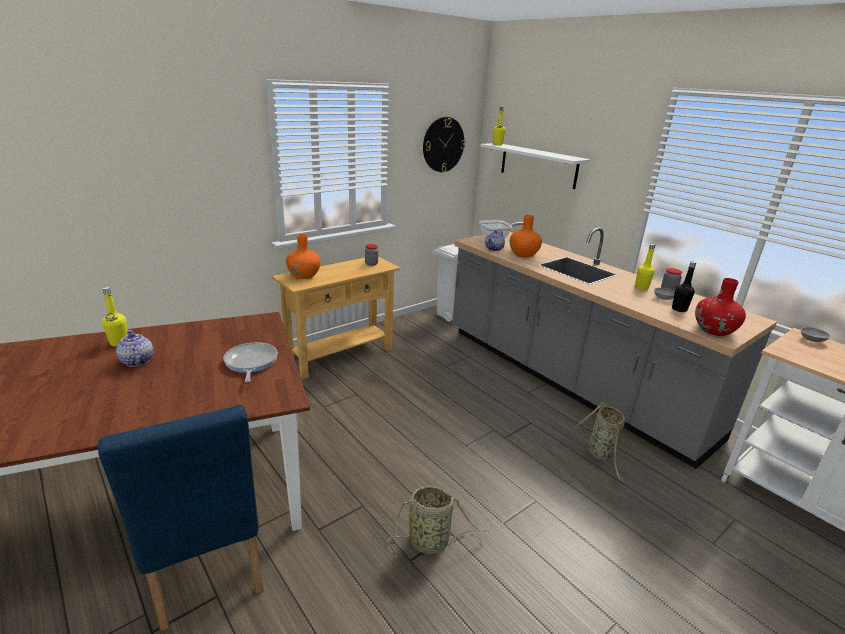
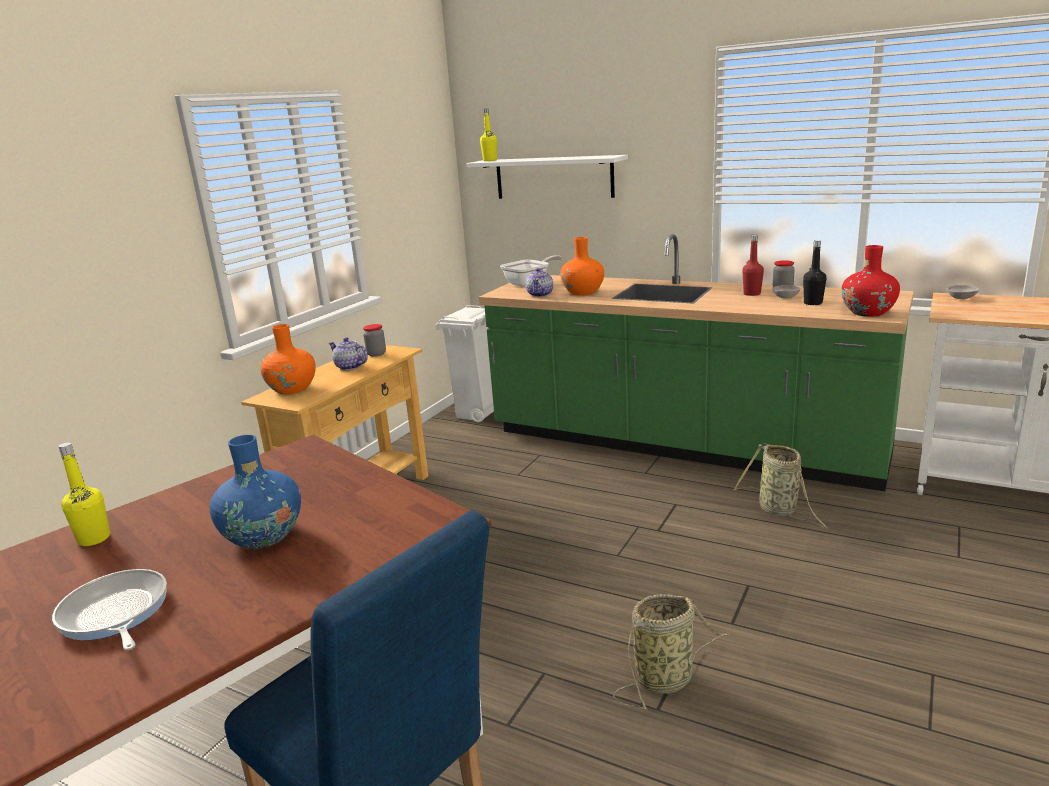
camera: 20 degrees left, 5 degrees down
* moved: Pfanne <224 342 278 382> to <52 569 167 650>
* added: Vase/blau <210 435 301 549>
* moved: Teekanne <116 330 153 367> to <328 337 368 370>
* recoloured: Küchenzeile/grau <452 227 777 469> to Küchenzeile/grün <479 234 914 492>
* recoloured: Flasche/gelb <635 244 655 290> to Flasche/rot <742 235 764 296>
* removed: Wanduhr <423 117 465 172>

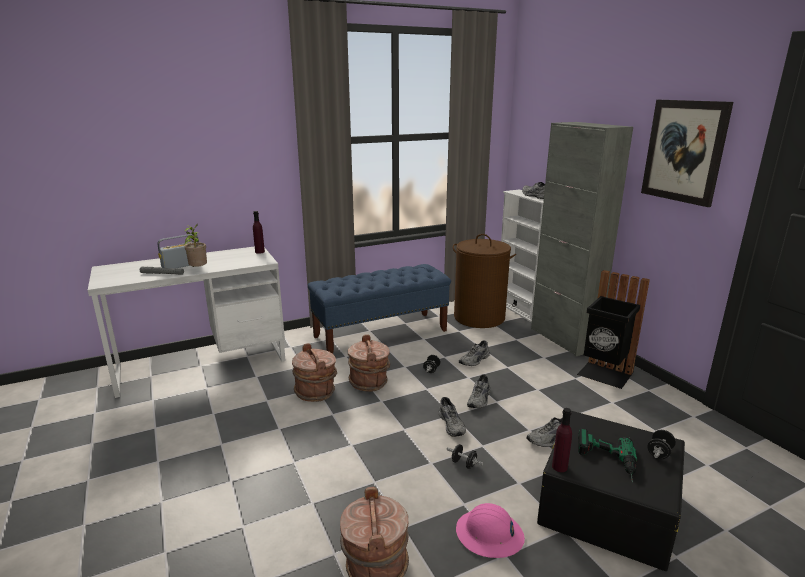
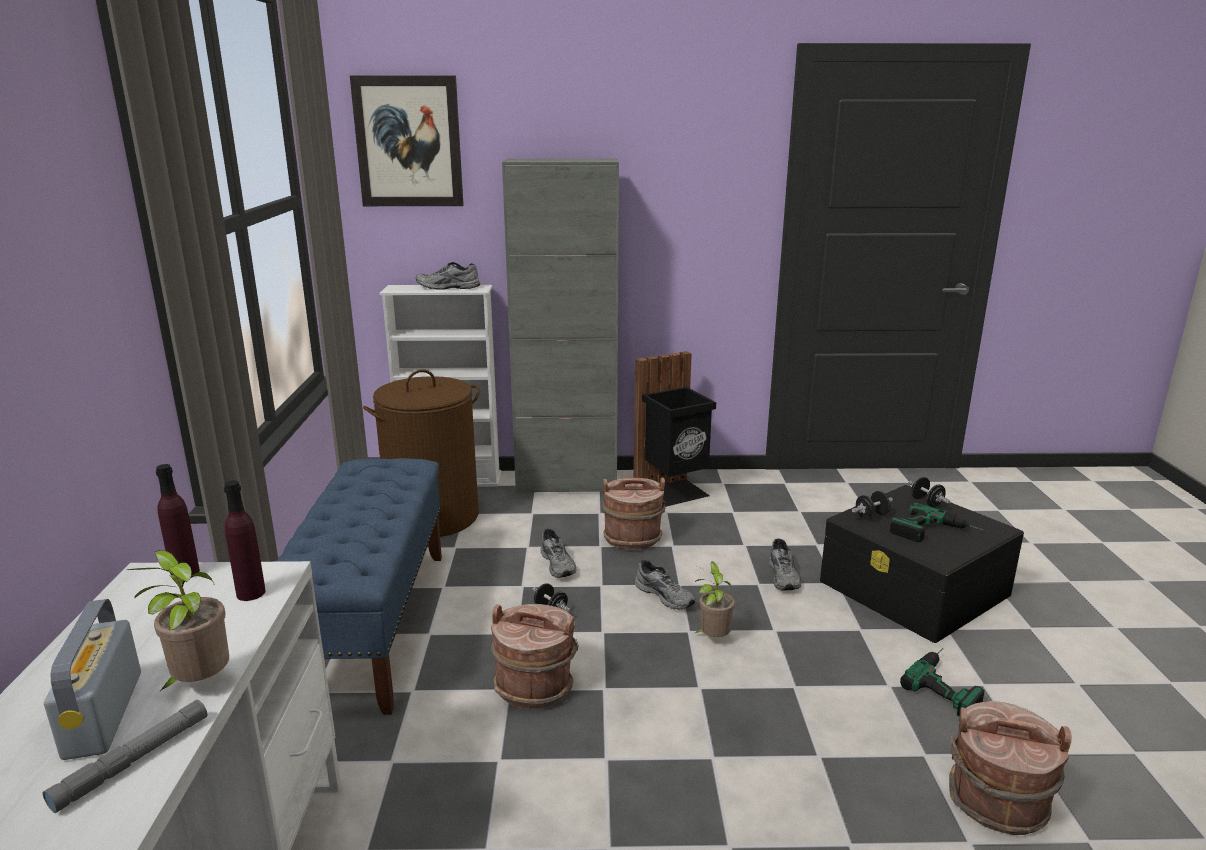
camera: 65 degrees left, 0 degrees up
* moved: Flasche/lila <552 408 572 472> to <224 480 266 601>
* moved: Bild <641 100 733 207> to <350 76 464 206>
* moved: Eimer/braun <292 343 337 402> to <602 478 666 550>
* replaced: Schuh/grau <439 397 466 437> to Topfpflanze <695 562 735 637>
* moved: Hantel/schwarz <447 444 483 469> to <852 491 893 520>
* replaced: Schutzhelm/rosa <456 503 525 558> to Bohrmaschine <900 648 984 717>

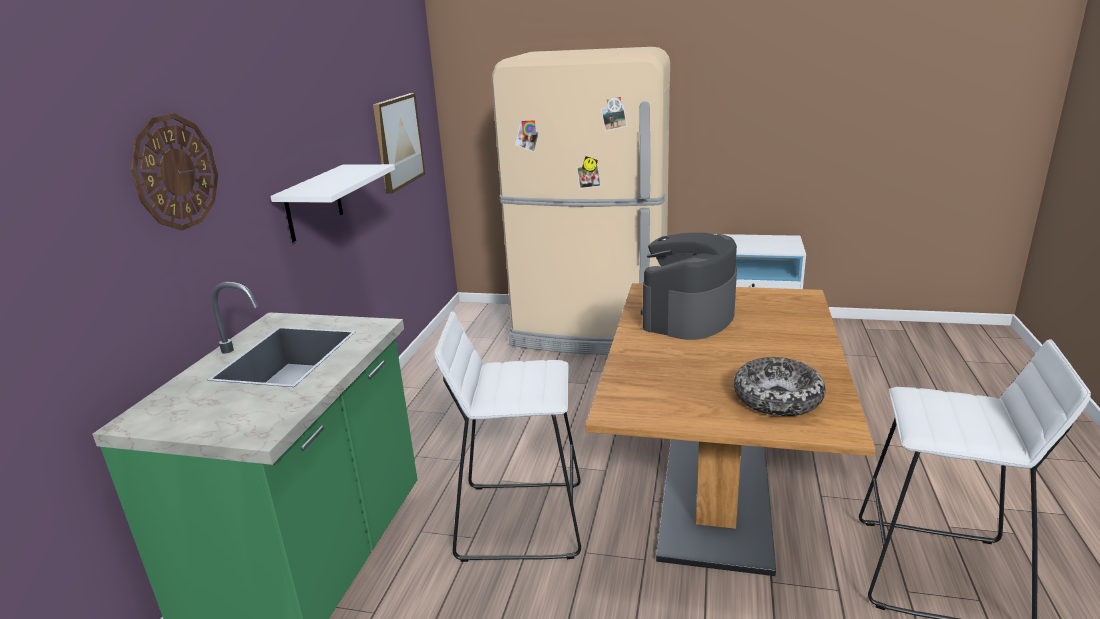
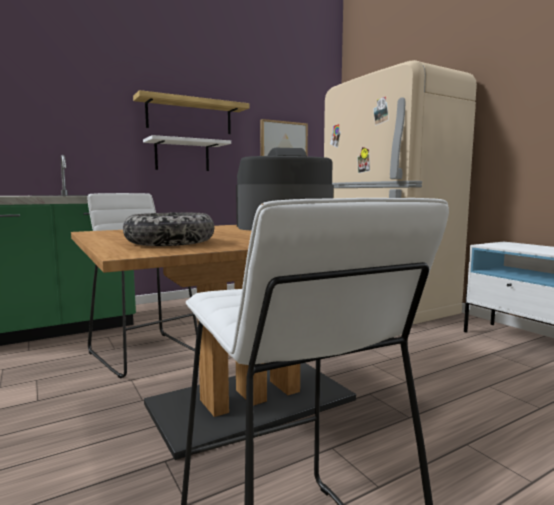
camera: 45 degrees right, 15 degrees down
* added: Wandregal <133 90 250 134>
* removed: Wanduhr <131 113 218 230>

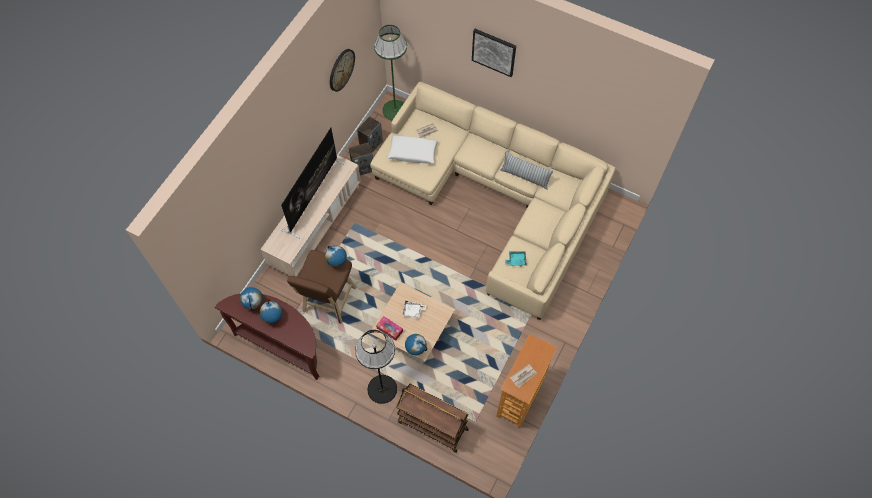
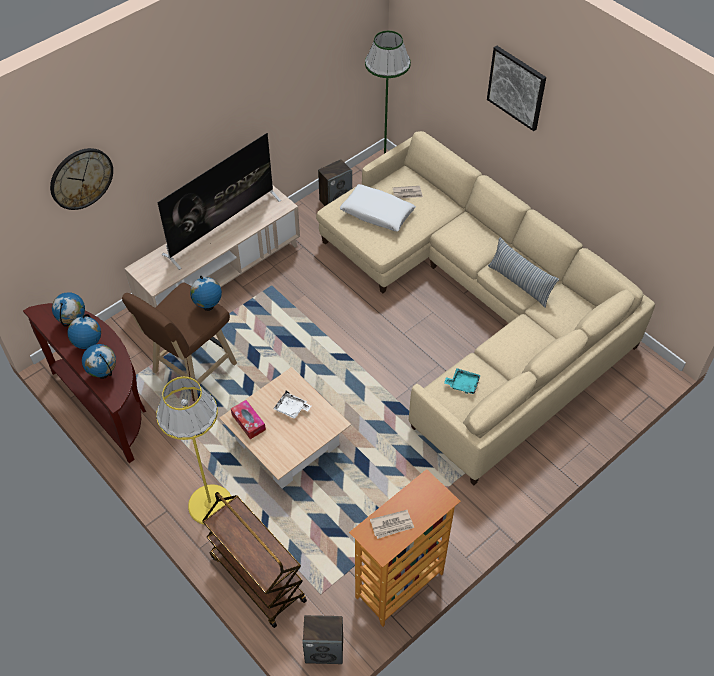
camera: 20 degrees right, 10 degrees down
* moved: Wanduhr <330 49 355 92> to <50 148 113 210>
* moved: Globus <405 334 427 356> to <82 344 116 379>
* recoloured: Stehlampe/schwarz <355 330 397 404> to Stehlampe/gelb <156 377 232 525>
* moved: Lautsprecher <349 143 373 175> to <302 615 343 664>

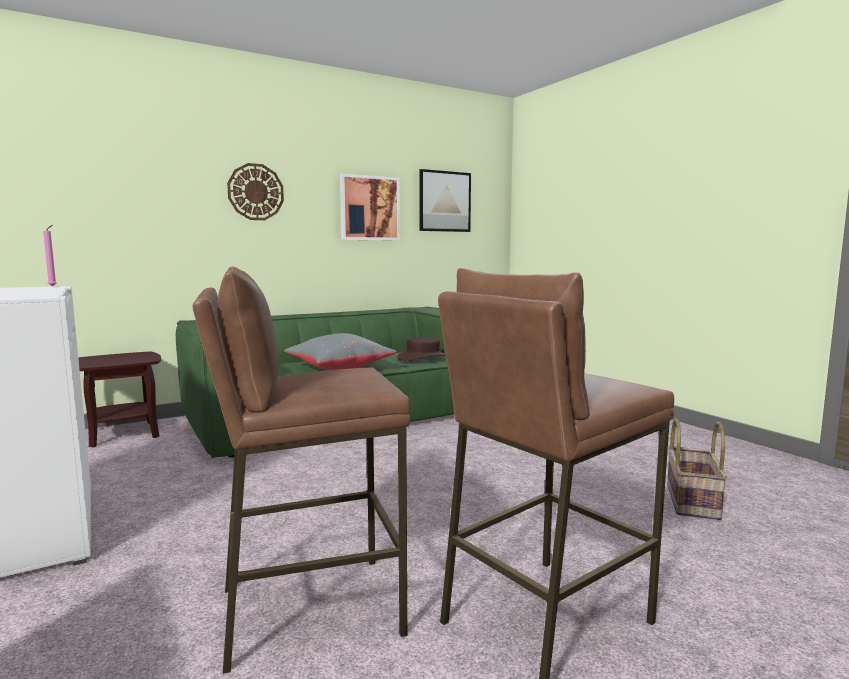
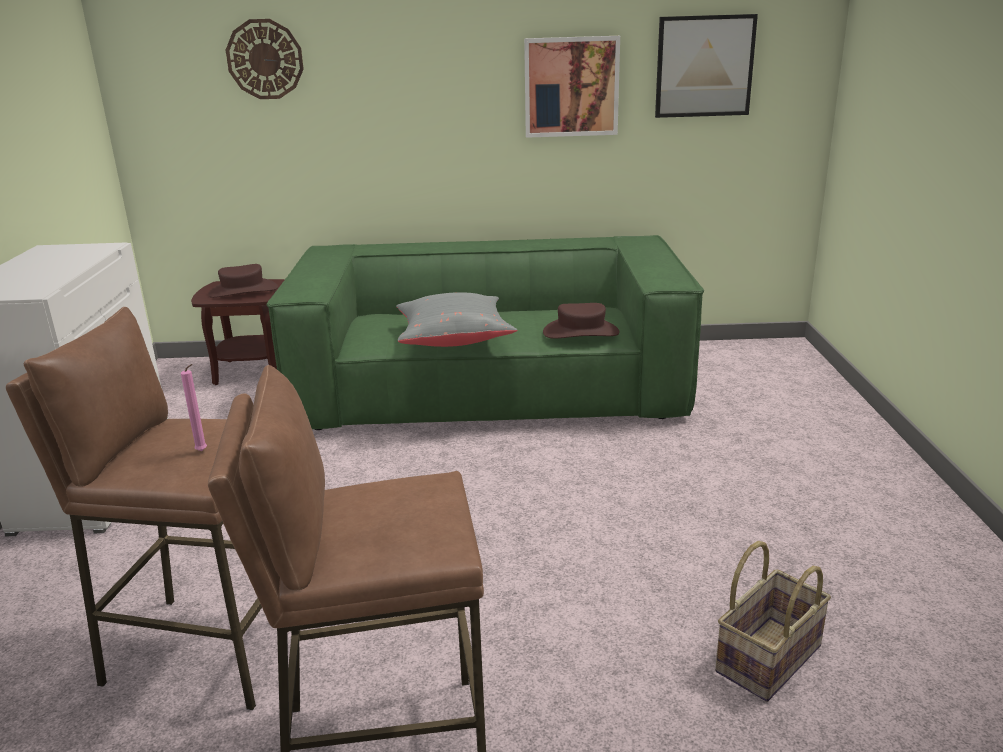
camera: 30 degrees right, 15 degrees up
* moved: Kerze/rosa <43 225 56 287> to <181 364 207 451>
* added: Hut/braun <208 264 278 298>
* moved: Wanduhr <227 163 284 220> to <226 19 304 99>

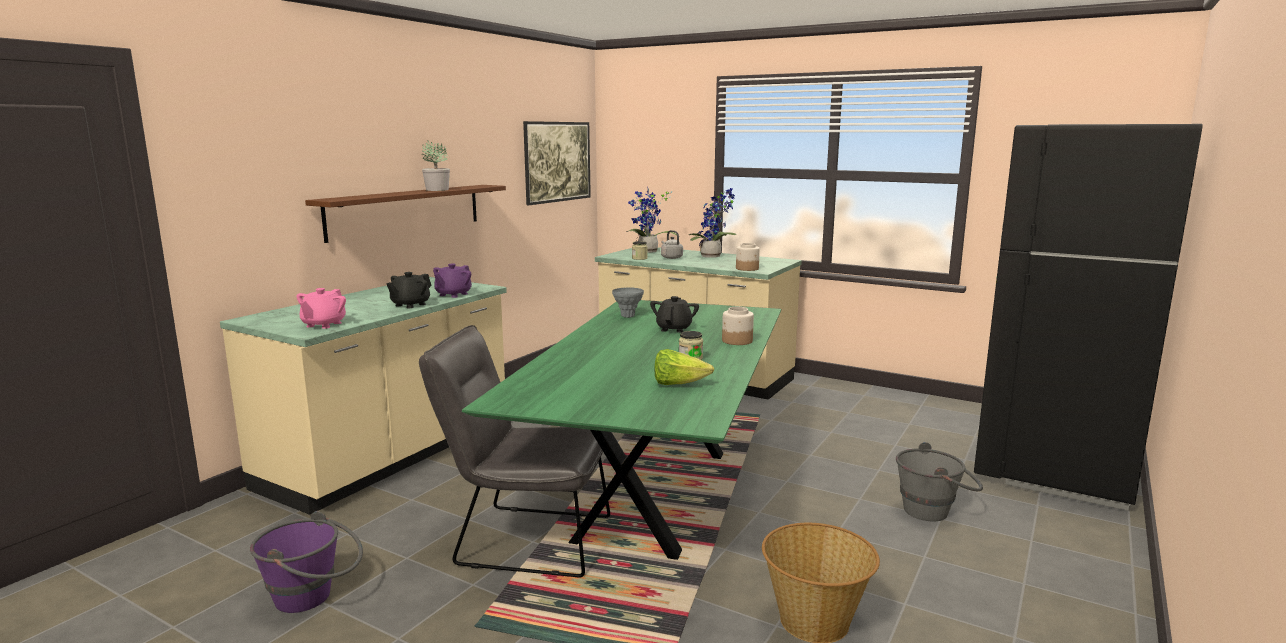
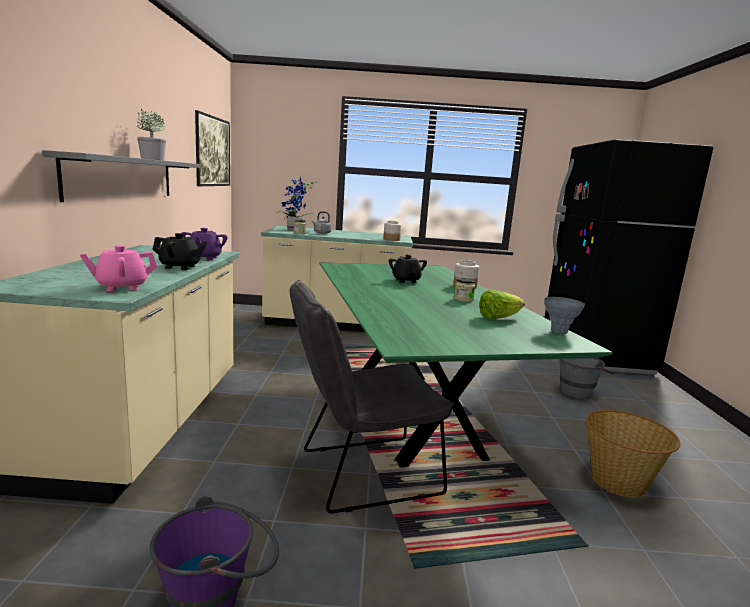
camera: 30 degrees left, 0 degrees up
* recoloured: Wandregal/braun <305 185 506 243> to Wandregal/grau <42 150 199 202>
* turned: Teekanne/rosa <296 288 346 329> = <80 245 157 291> 75 degrees clockwise
* turned: Teekanne/schwarz <386 272 431 308> = <152 233 208 270> 90 degrees counterclockwise
* moved: Vase/grau <612 287 644 318> to <544 297 585 334>
* removed: Topfpflanze <689 188 737 258>

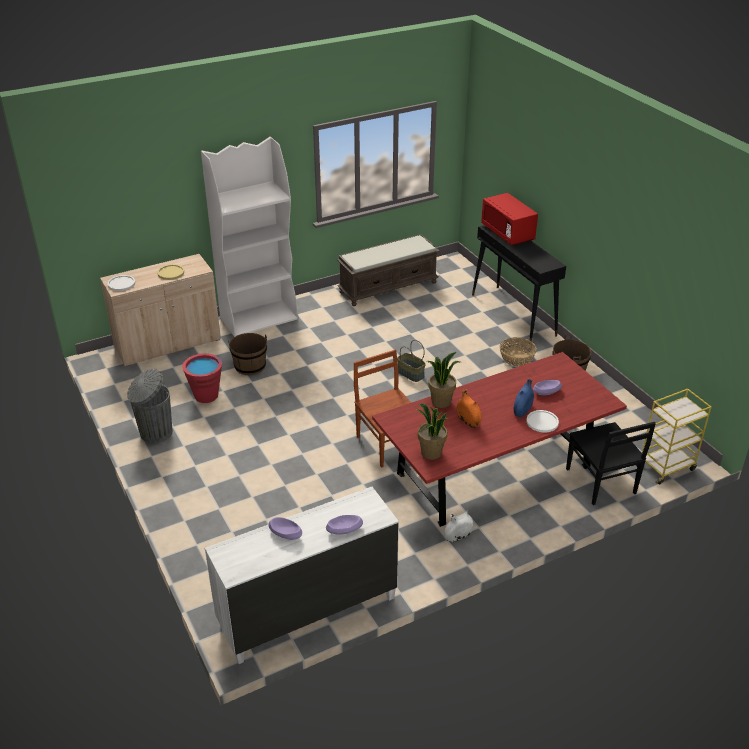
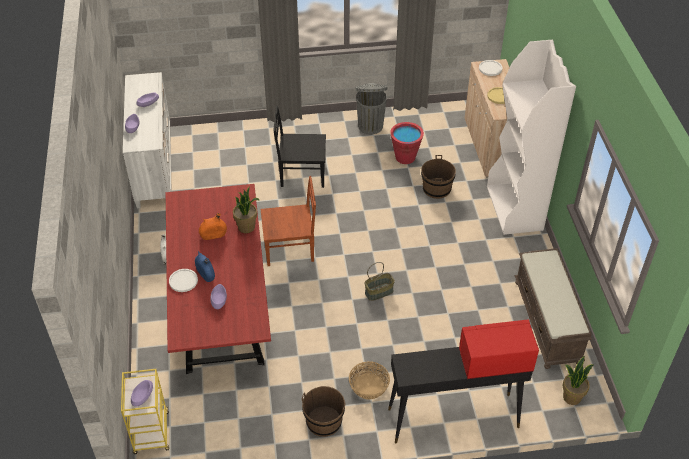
camera: 110 degrees right, 10 degrees up
* added: Schüssel/lila <131 380 153 407>
* moved: Stuhl/schwarz <566 422 656 505> to <273 106 326 188>
* moved: Topfpflanze <415 403 447 460> to <563 356 594 405>

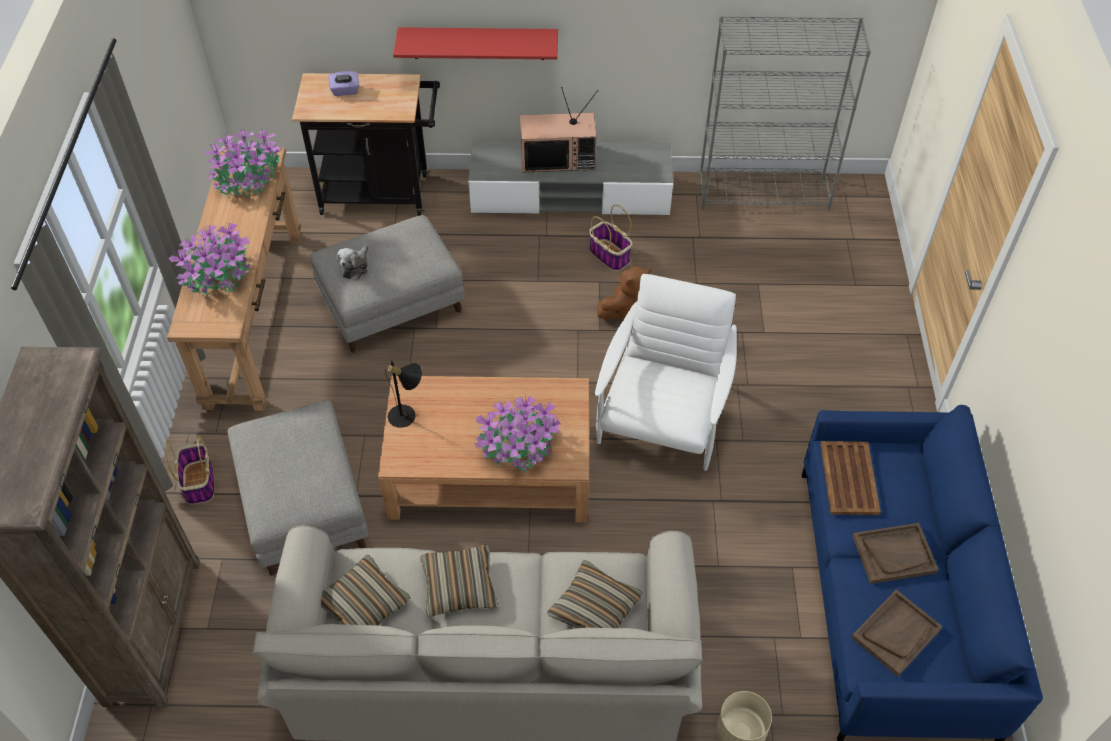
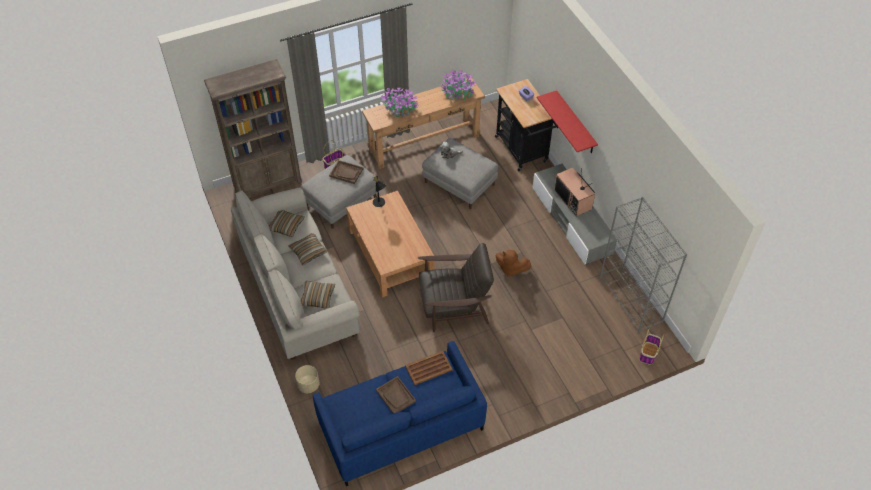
camera: 65 degrees right, 0 degrees up
* moved: Tablett/braun <851 590 943 676> to <329 160 363 184>
* recoloured: Sessel/weiß <595 274 737 471> to Sessel/braun <418 243 494 332>
* moved: Korb <589 205 633 271> to <639 329 664 365>
* removed: Topfpflanze <474 394 561 473>

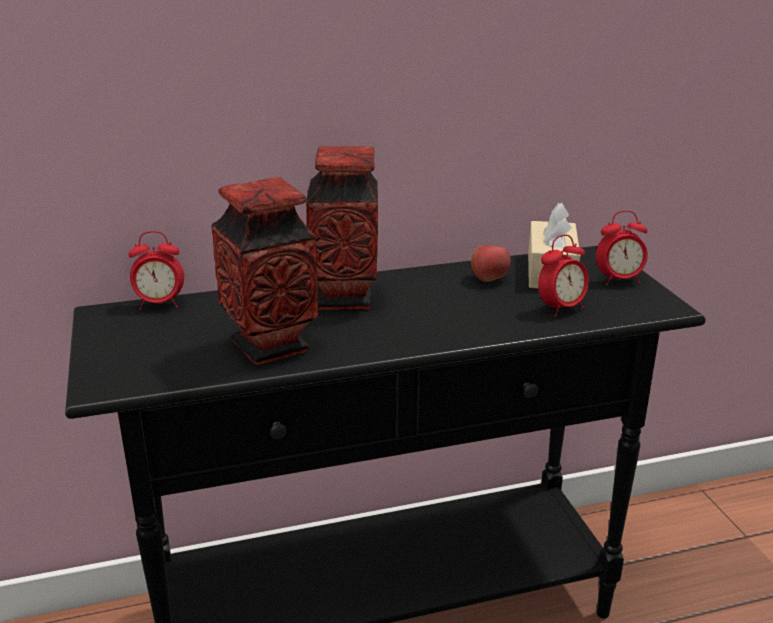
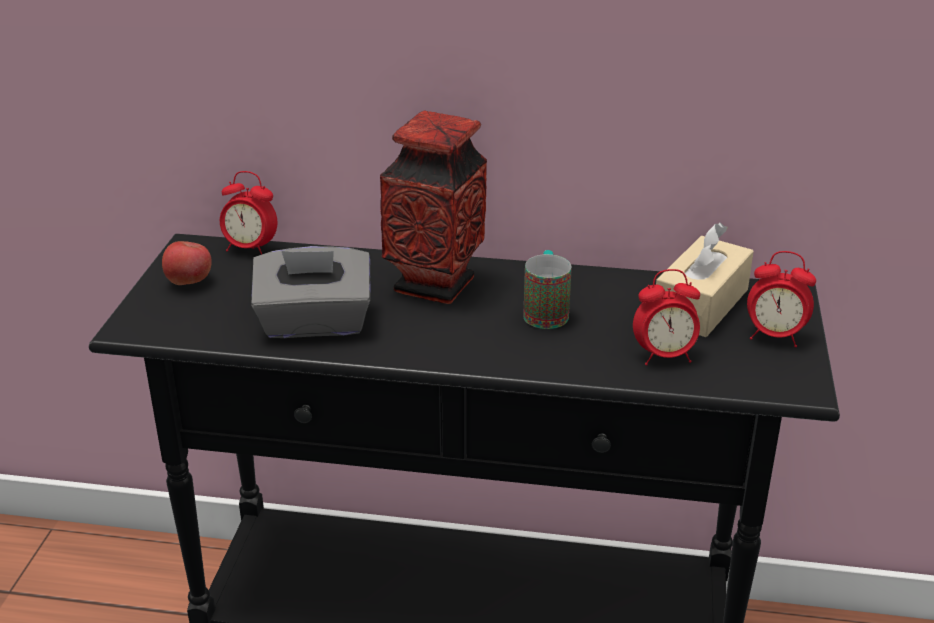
camera: 25 degrees right, 5 degrees up
* moved: Apfel <471 245 511 282> to <162 241 212 285>
* replaced: Vase <211 177 318 365> to Taschentuchbox/grau <251 246 371 338>
* added: Henkelbecher <523 250 572 329>

